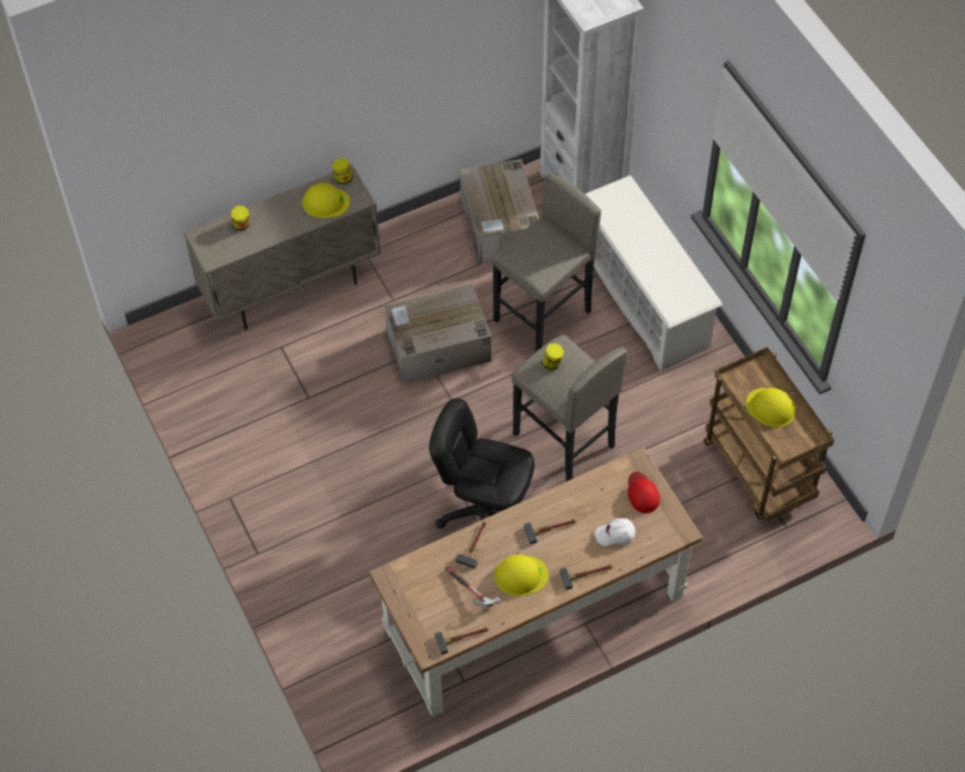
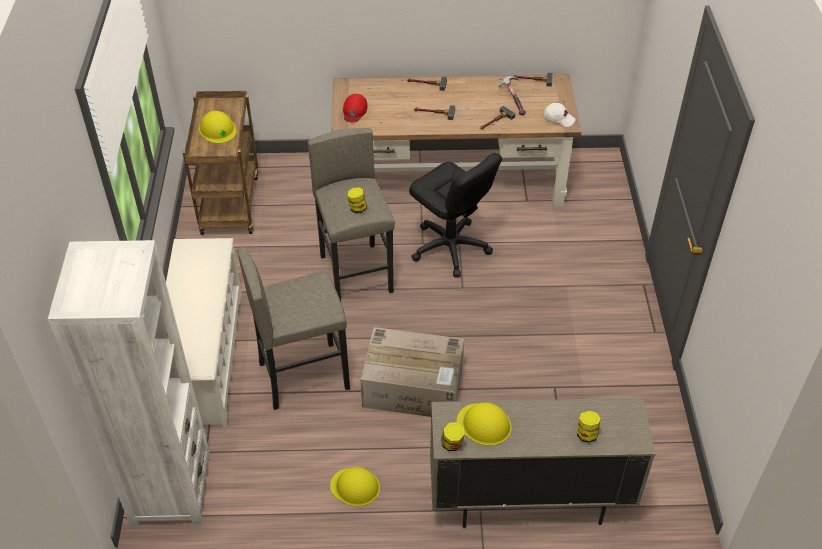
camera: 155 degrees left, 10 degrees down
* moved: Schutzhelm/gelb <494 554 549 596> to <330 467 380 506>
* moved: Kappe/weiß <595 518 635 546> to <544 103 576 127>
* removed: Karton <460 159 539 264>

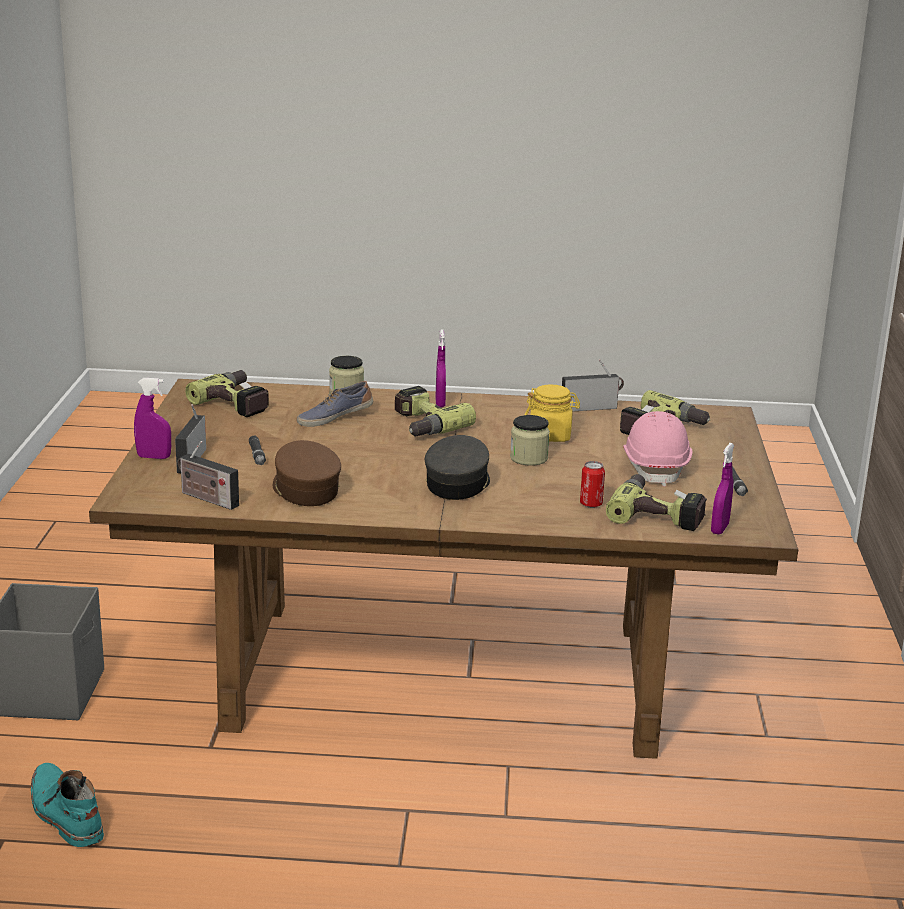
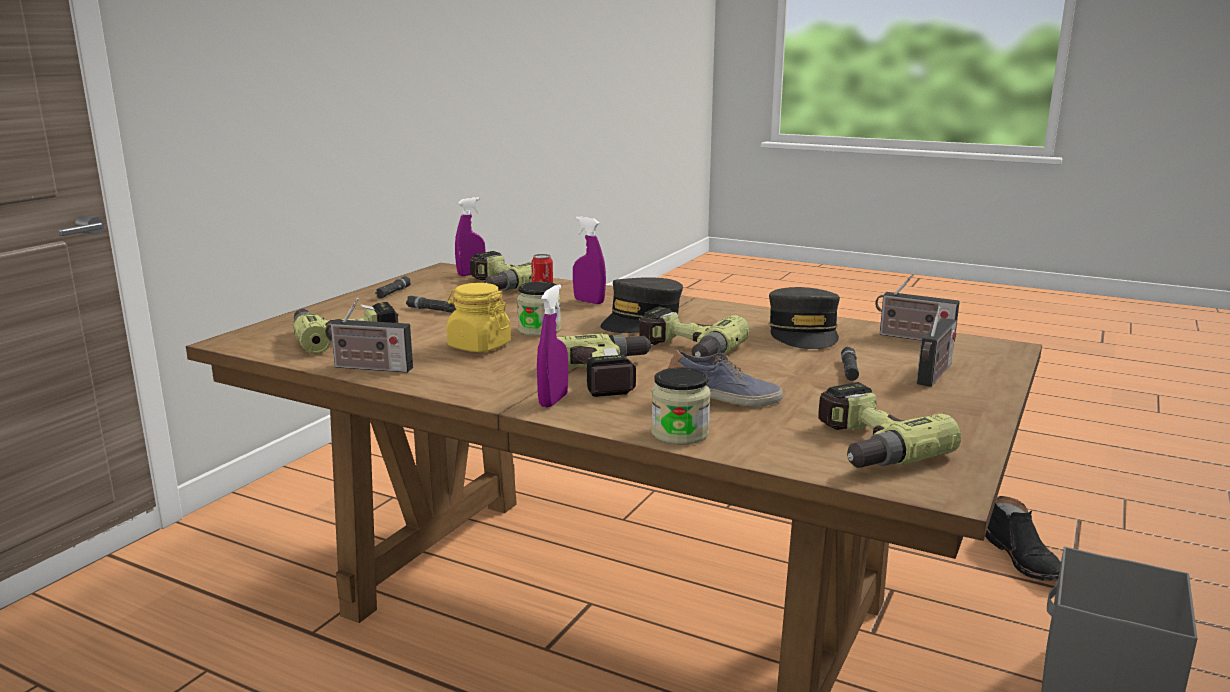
camera: 155 degrees left, 5 degrees down
* replaced: Schutzhelm/rosa <623 411 692 487> to Taschenlampe/schwarz <406 296 456 313>
* moved: Sprühflasche/lila <134 378 171 459> to <573 217 606 304>
* added: Bohrmaschine <639 306 750 357>
* recoloured: Kappe/braun <273 440 341 506> to Kappe/grau <769 287 840 349>
* turned: Radio <178 441 239 510> = <875 273 960 342> 150 degrees clockwise
* recoloured: Stiefel/türkis <31 763 104 847> to Stiefel/schwarz <985 496 1061 581>

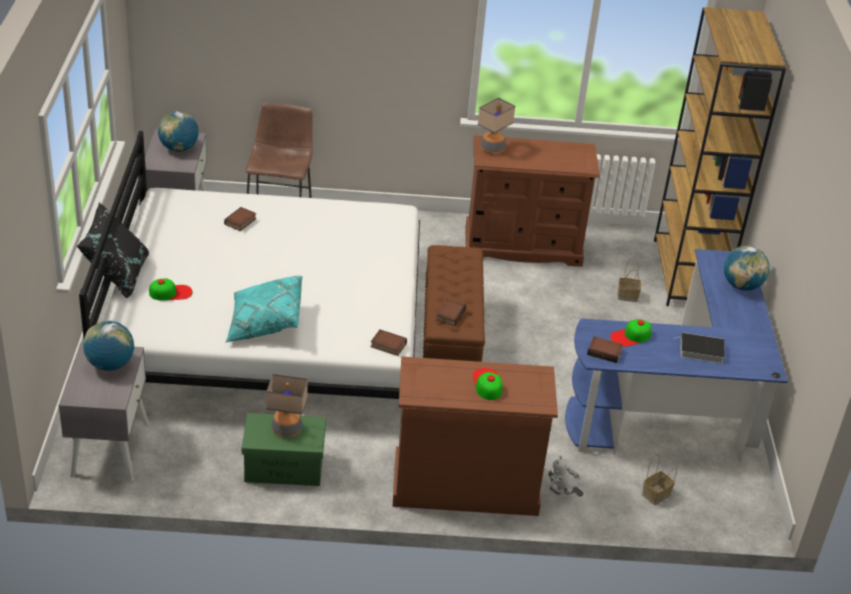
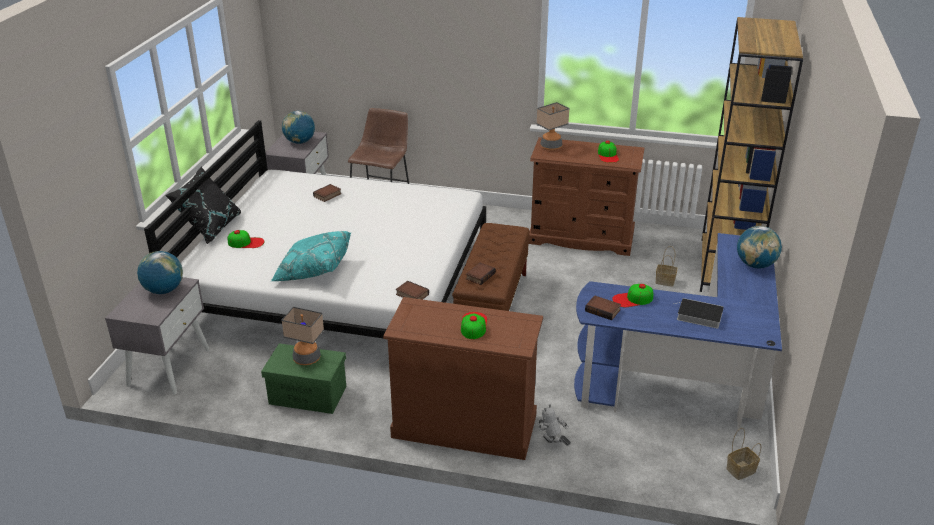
camera: 15 degrees right, 5 degrees down
* added: Kappe <598 141 619 163>
* moved: Korb <642 453 677 505> to <726 428 761 480>

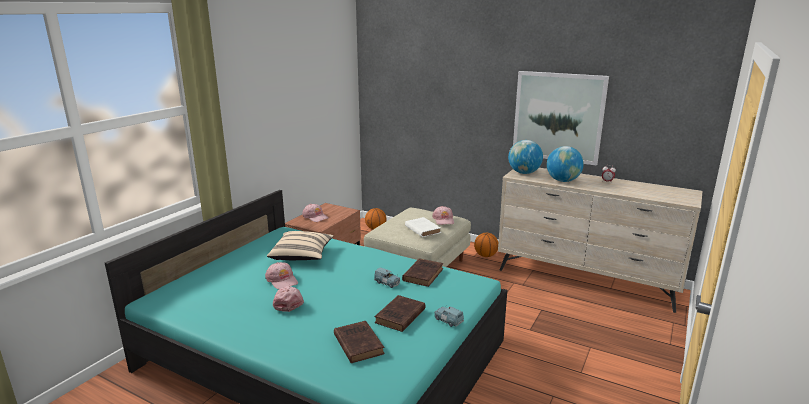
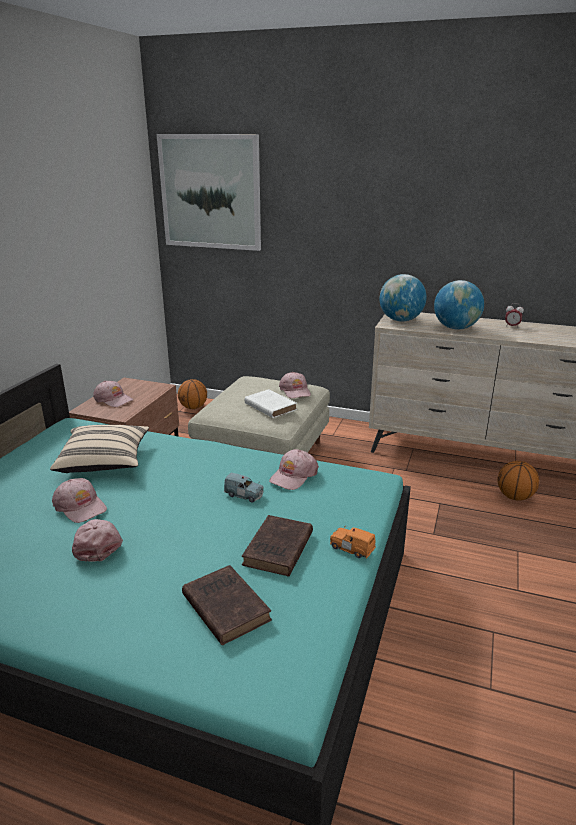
camera: 10 degrees left, 5 degrees up
* moved: Bild <513 71 609 166> to <157 134 261 251>
* replaced: Buch/braun <402 258 443 287> to Kappe/rosa <269 449 319 490>
* recoloured: Spielzeugauto/blau <435 306 464 327> to Spielzeugauto/orange <330 525 376 558>
* moved: Basketball <474 233 498 257> to <497 461 539 501>

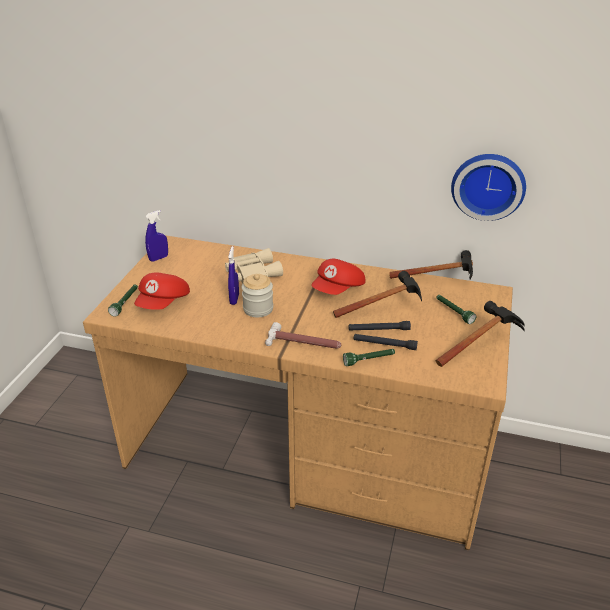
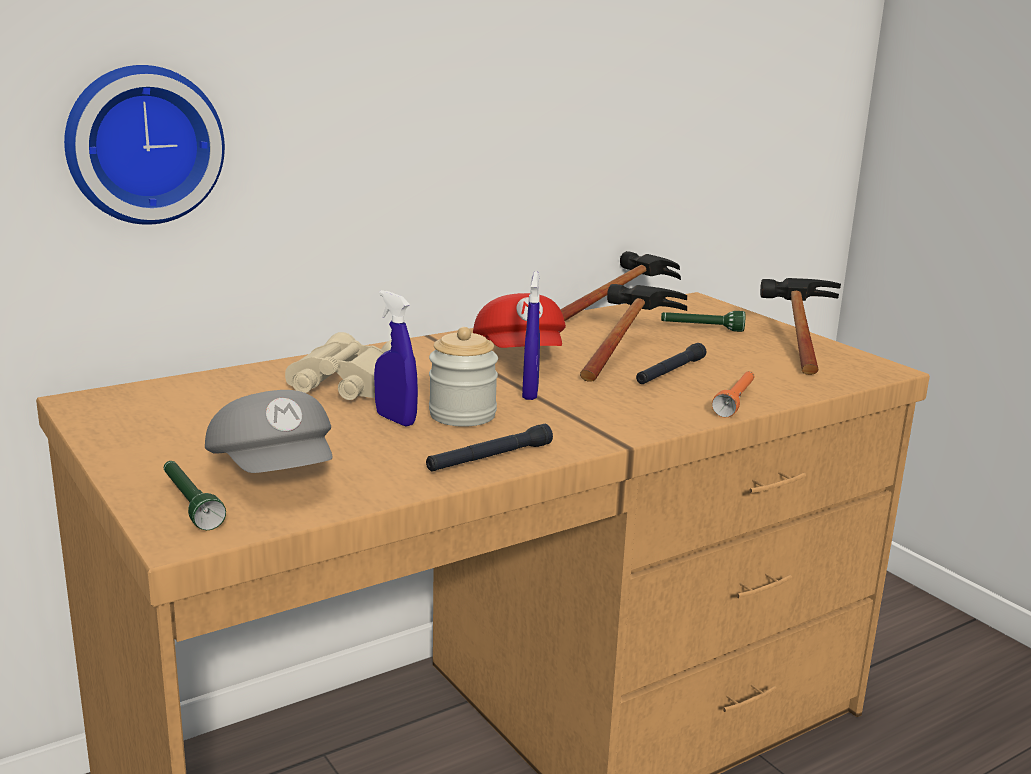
camera: 50 degrees left, 15 degrees down
* moved: Wanduhr <451 154 526 221> to <64 65 225 225>
* recoloured: Kappe/rot <134 272 190 310> to Kappe/grau <205 390 333 473>
* moved: Taschenlampe/schwarz <354 334 418 350> to <426 424 553 471>
* moved: Sprühflasche/blau <145 210 168 262> to <522 271 540 400>
* recoloured: Taschenlampe/grün <343 349 395 366> to Taschenlampe/orange <712 371 755 418>
* removed: Hammer <265 322 342 349>

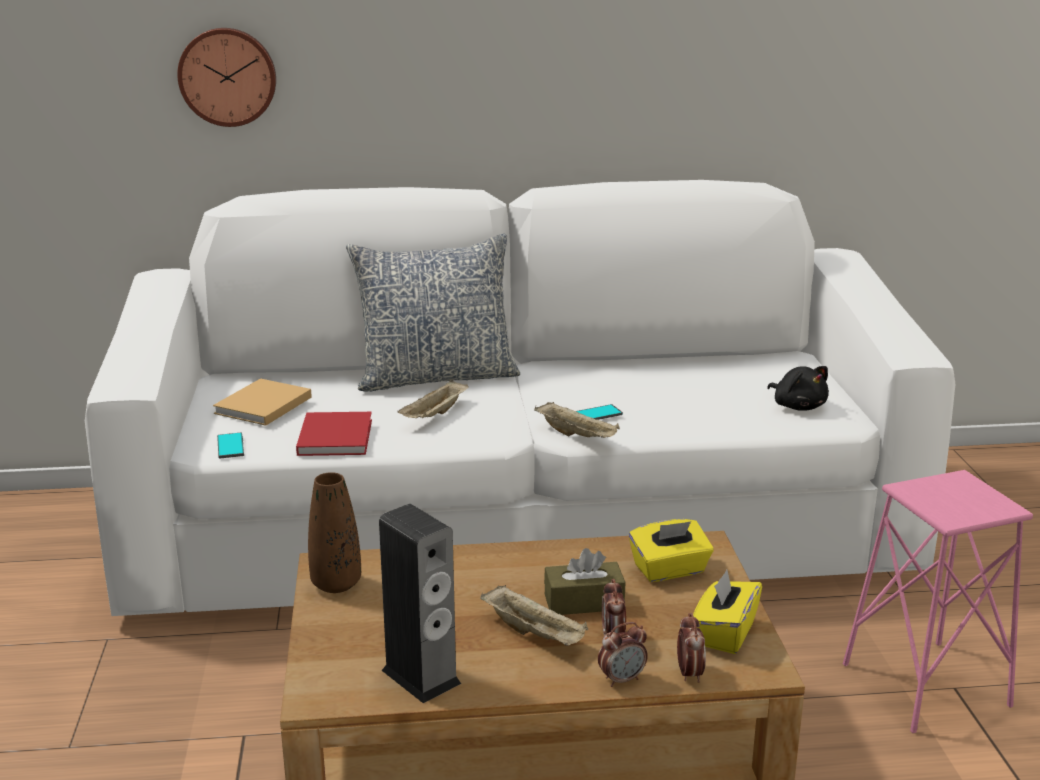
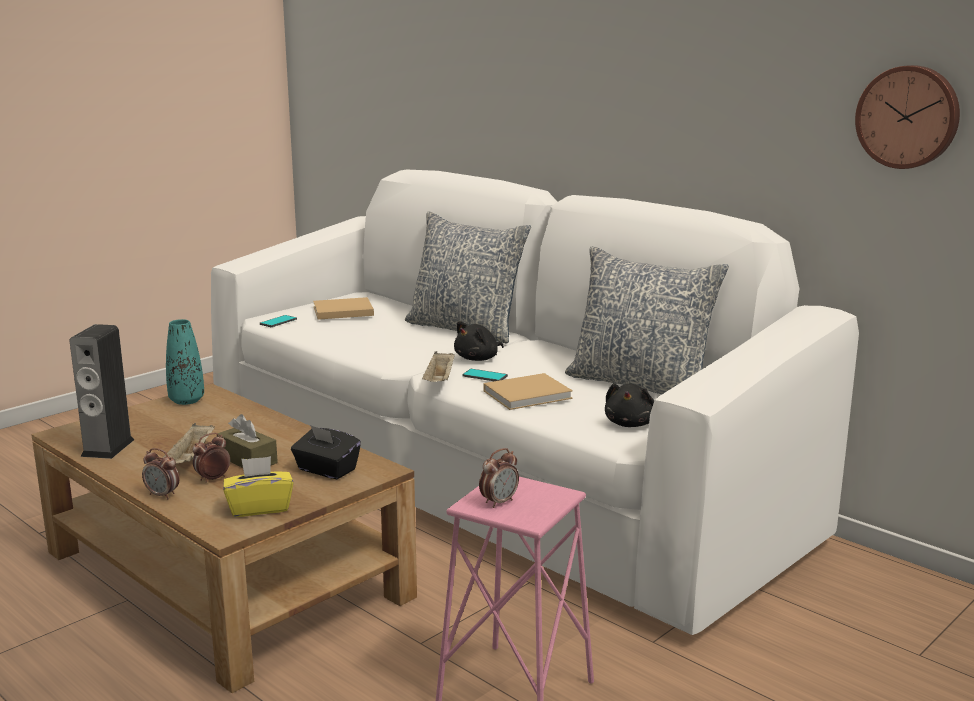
camera: 50 degrees right, 5 degrees down
* recoloured: Vase/braun <308 472 361 593> to Vase/türkis <166 319 204 405>
* recoloured: Taschentuchbox/gelb <629 519 714 582> to Taschentuchbox/schwarz <291 425 361 479>
* added: Plüschtier/schwarz <454 321 504 361>
* moved: Wecker <677 613 706 683> to <479 448 519 508>
* added: Buch/beige <483 373 573 410>
* added: Kissen <565 246 729 394>
* moved: Wanduhr <177 28 276 127> to <855 65 960 169>
* removed: Buch/rot <296 412 372 456>
* removed: Tablett/beige <397 379 469 418>

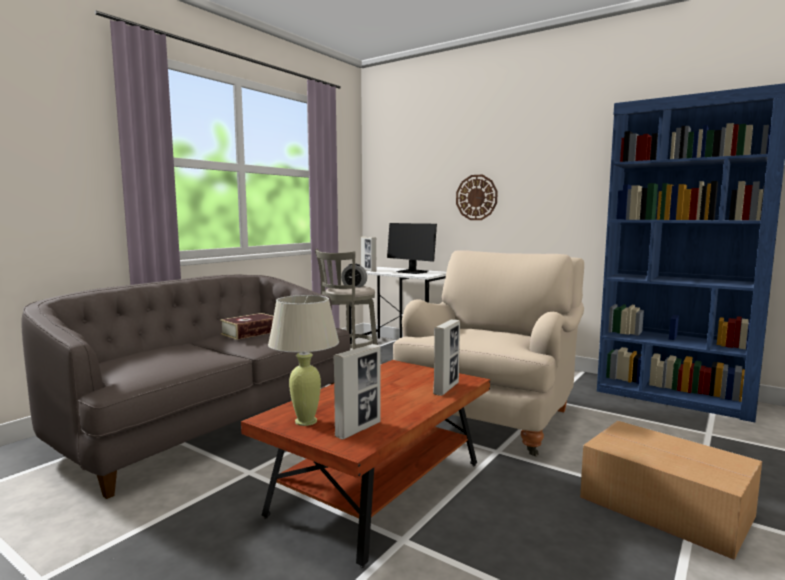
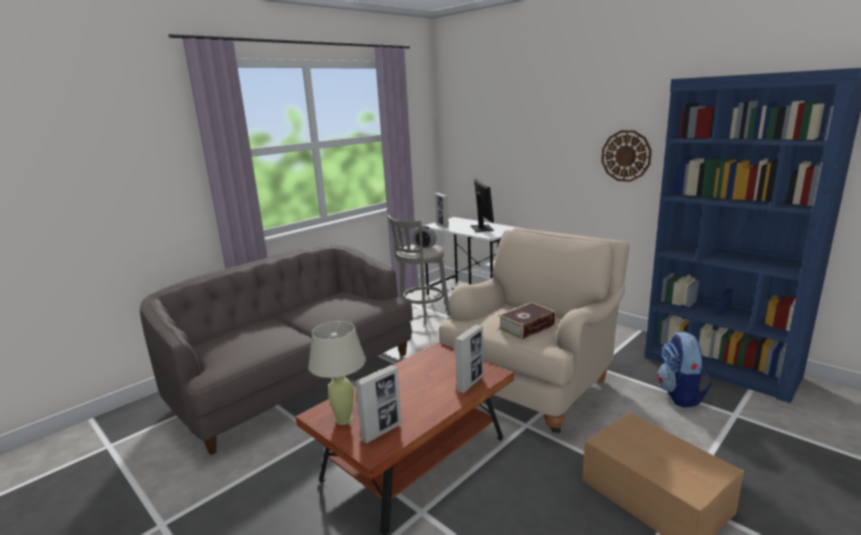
camera: 10 degrees right, 10 degrees up
* turned: Monitor <387 223 437 274> = <470 178 494 232> 150 degrees counterclockwise
* moved: Buch <220 313 274 340> to <498 302 556 340>
* moved: Wanduhr <456 175 498 220> to <601 130 652 182>
* added: Rucksack <657 332 712 408>

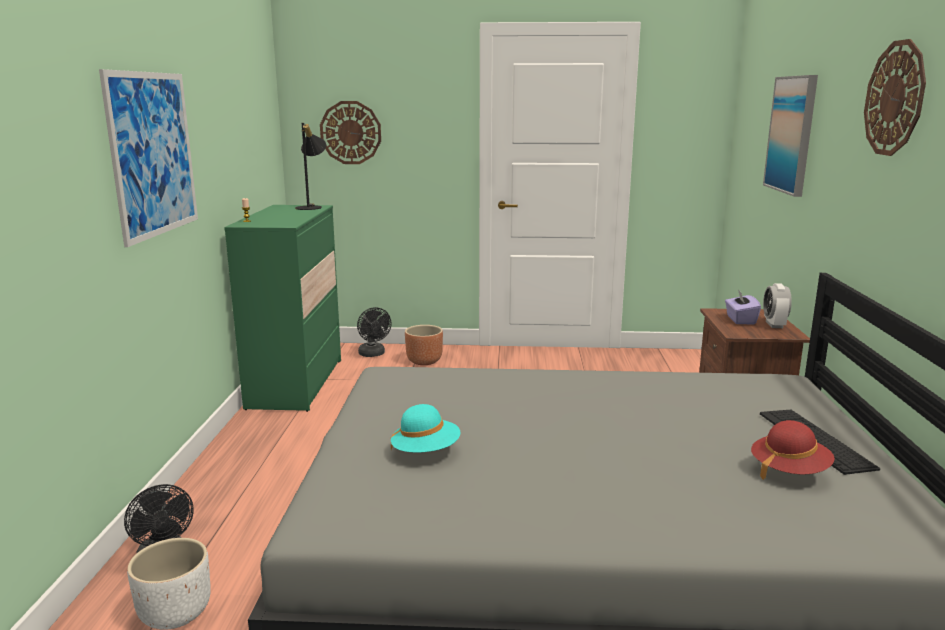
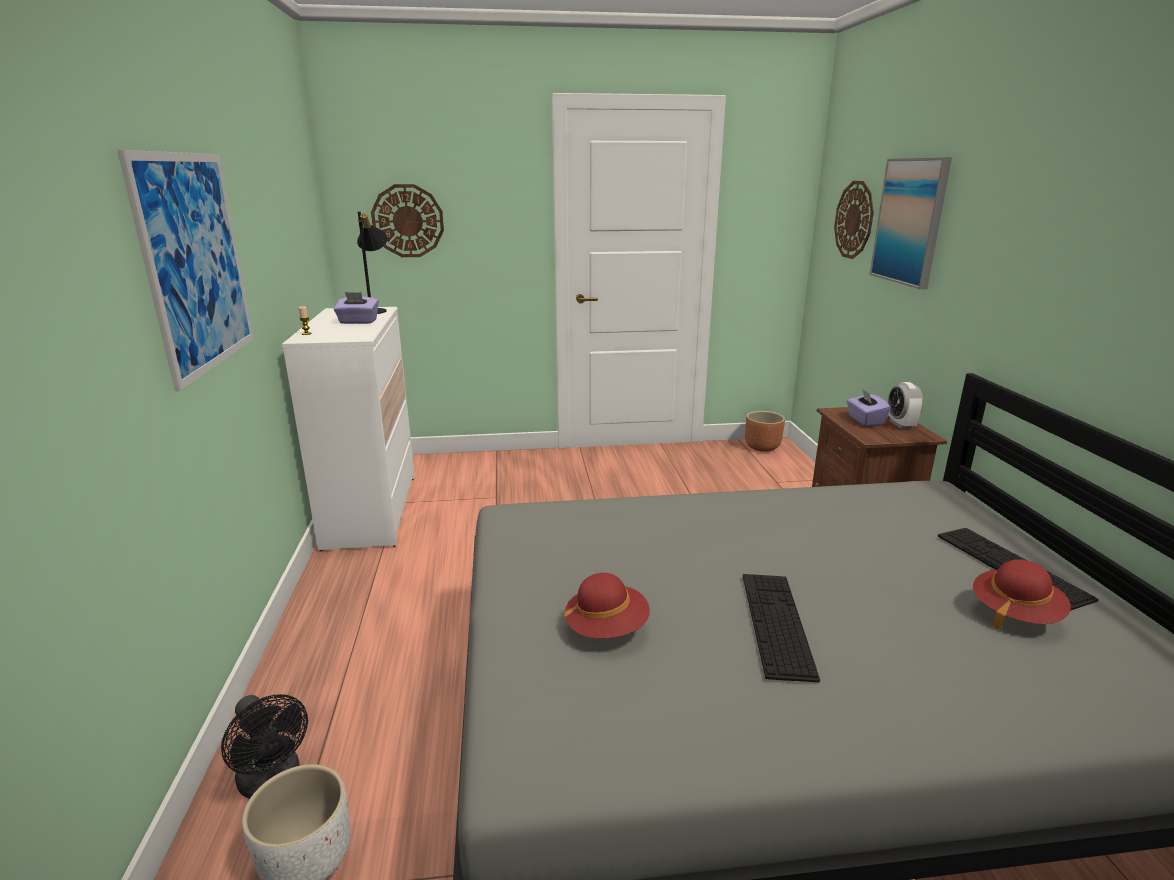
camera: 10 degrees left, 5 degrees up
* recoloured: Kommode/grün <224 205 341 412> to Kommode/weiß <282 307 415 551>
* added: Taschentuchbox/lila <333 292 379 324>
* recoloured: Hut/türkis <391 404 460 453> to Hut/rot <564 573 650 638>
* added: Tastatur <743 574 820 682>
* moved: Pflanzkübel/braun <405 325 443 365> to <745 411 785 452>
* moved: Wanduhr <864 39 926 156> to <834 181 874 259>
* removed: Ventilator/schwarz <357 307 392 357>

